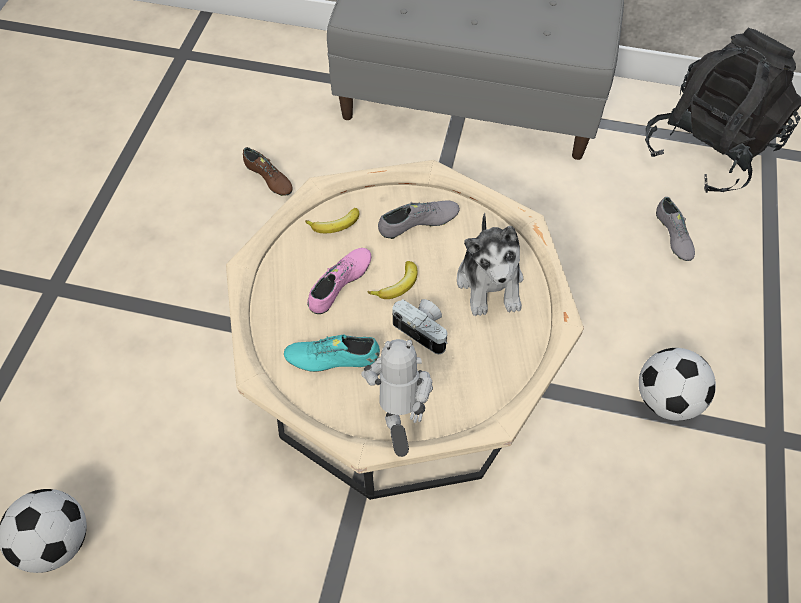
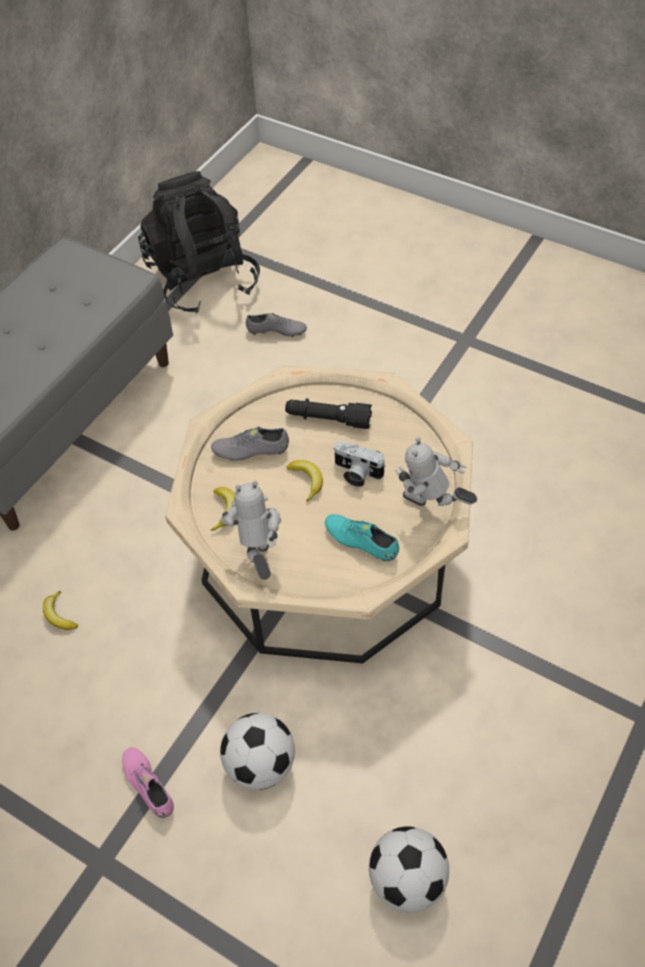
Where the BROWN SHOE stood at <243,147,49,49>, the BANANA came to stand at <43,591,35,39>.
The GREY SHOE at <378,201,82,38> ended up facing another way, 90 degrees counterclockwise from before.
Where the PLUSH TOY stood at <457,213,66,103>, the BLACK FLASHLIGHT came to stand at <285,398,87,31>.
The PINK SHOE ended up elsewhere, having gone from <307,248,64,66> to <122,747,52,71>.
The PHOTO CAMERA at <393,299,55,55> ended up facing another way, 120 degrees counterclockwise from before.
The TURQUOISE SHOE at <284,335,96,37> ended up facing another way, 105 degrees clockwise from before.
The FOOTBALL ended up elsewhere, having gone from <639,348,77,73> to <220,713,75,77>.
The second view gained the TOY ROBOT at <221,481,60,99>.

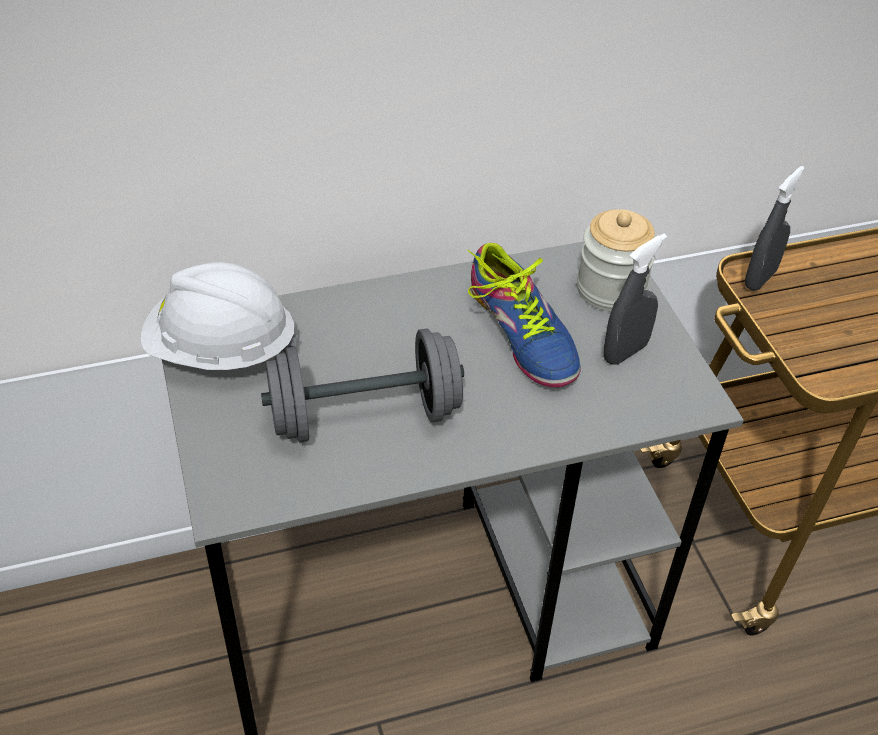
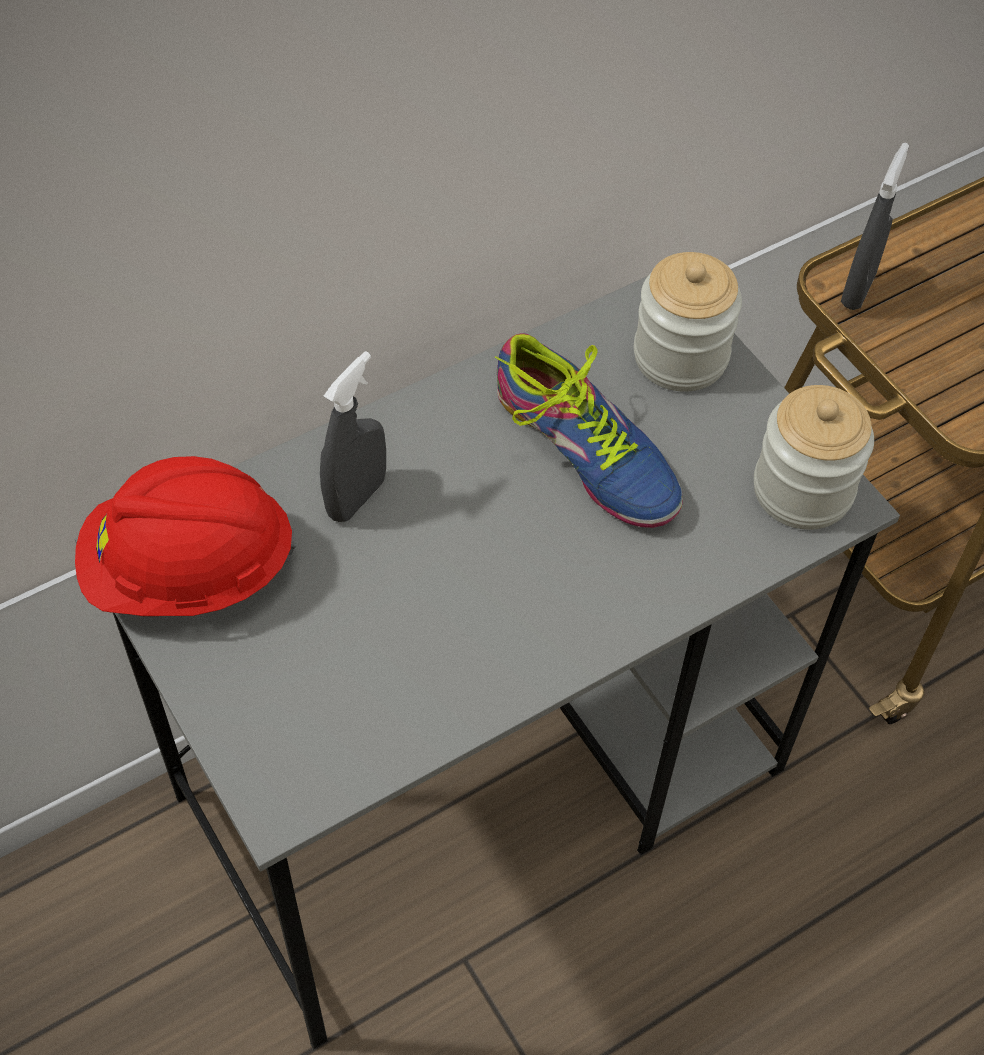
The GREY SPRAY BOTTLE ended up elsewhere, having gone from <604,234,63,131> to <320,351,66,171>.
What was the WHITE HARD HAT at <140,262,158,108> turned into the RED HARD HAT at <75,456,221,160>.
The second view lost the GREY DUMBBELL at <261,329,203,114>.
The second view gained the JAR at <754,385,120,145>.

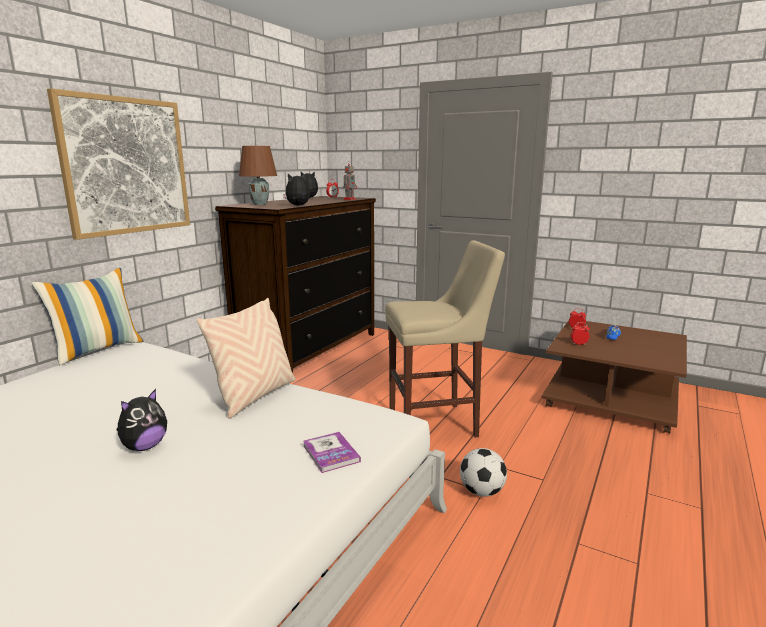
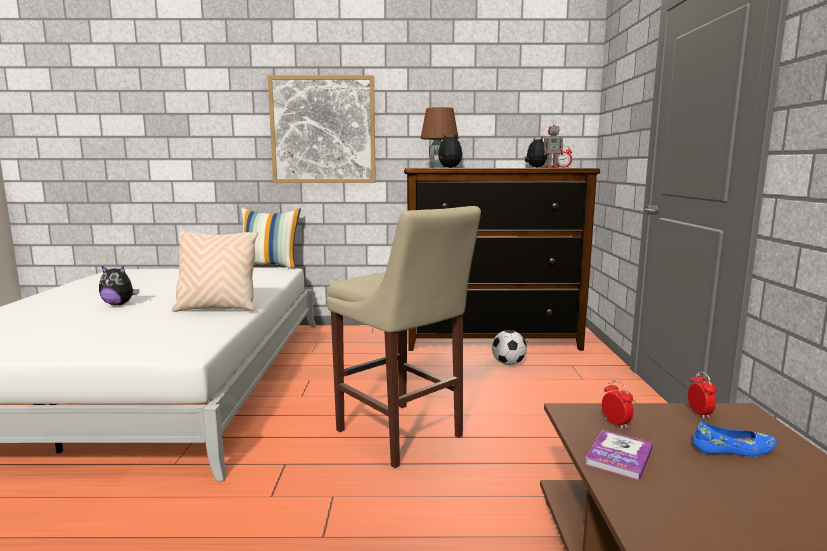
The BOOK ended up elsewhere, having gone from <303,432,58,41> to <585,430,68,51>.
The FOOTBALL ended up elsewhere, having gone from <460,448,47,49> to <492,330,35,35>.

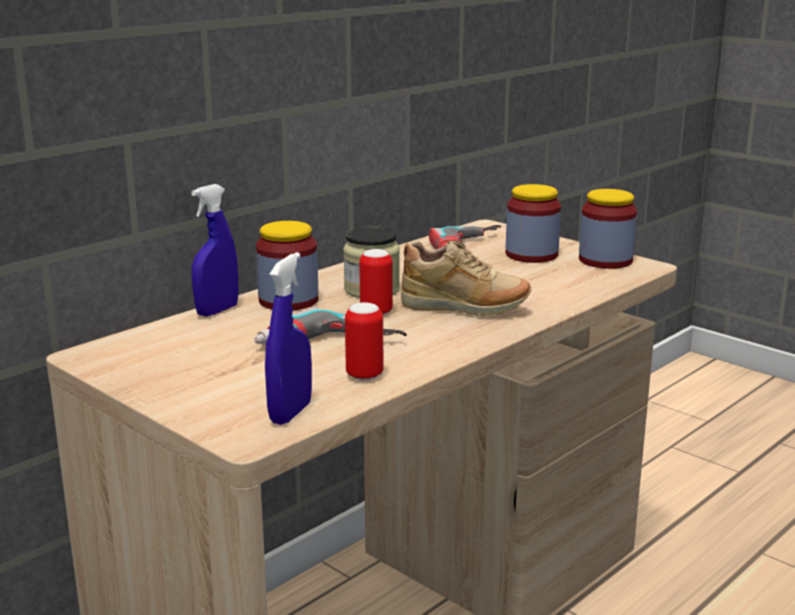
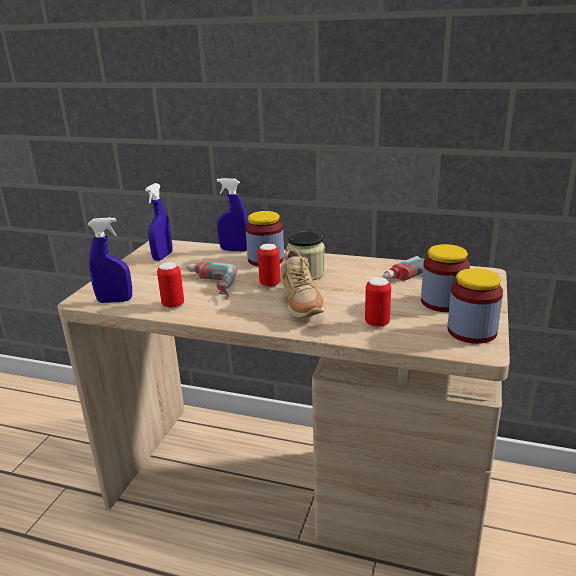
The second view gained the BLUE SPRAY BOTTLE at <145,183,27,78>.
The second view gained the CAN at <365,277,26,51>.

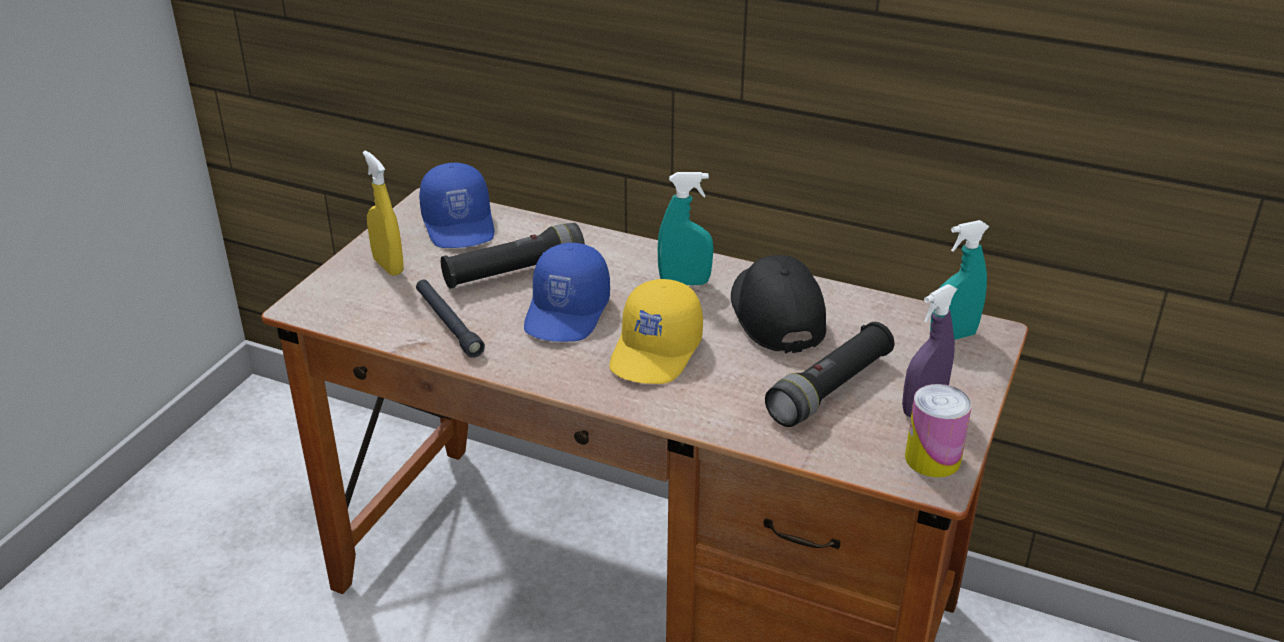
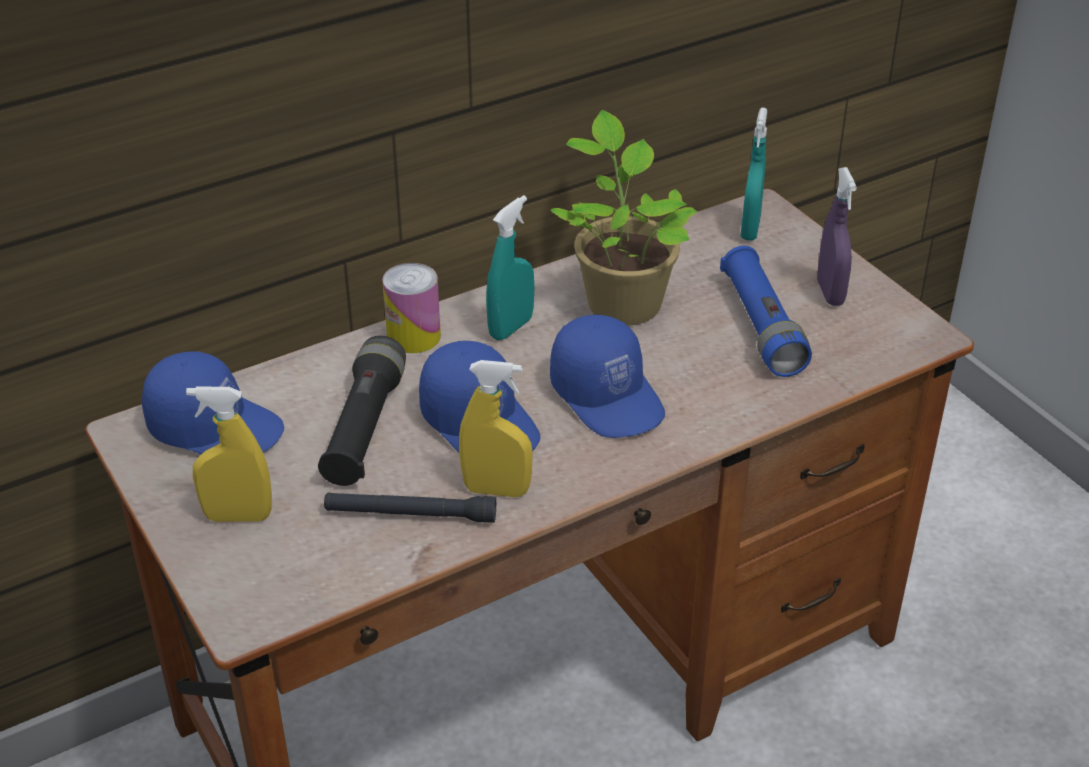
Where the BLACK CAP stood at <731,255,95,99>, the POTTED PLANT came to stand at <551,110,147,216>.
What was the YELLOW CAP at <609,279,94,105> turned into the BLUE CAP at <550,315,115,123>.
What was the BLACK FLASHLIGHT at <765,322,129,105> turned into the BLUE FLASHLIGHT at <720,246,92,131>.
The CAN ended up elsewhere, having gone from <905,384,67,94> to <382,263,59,90>.
The second view gained the YELLOW SPRAY BOTTLE at <459,360,74,137>.

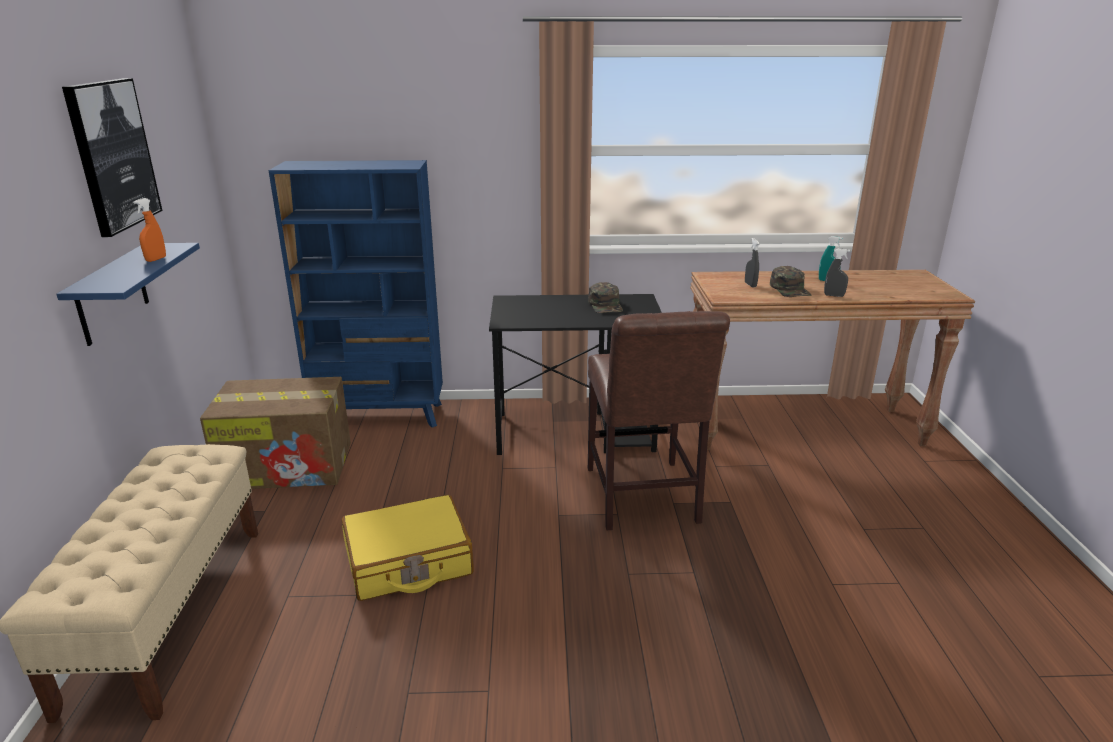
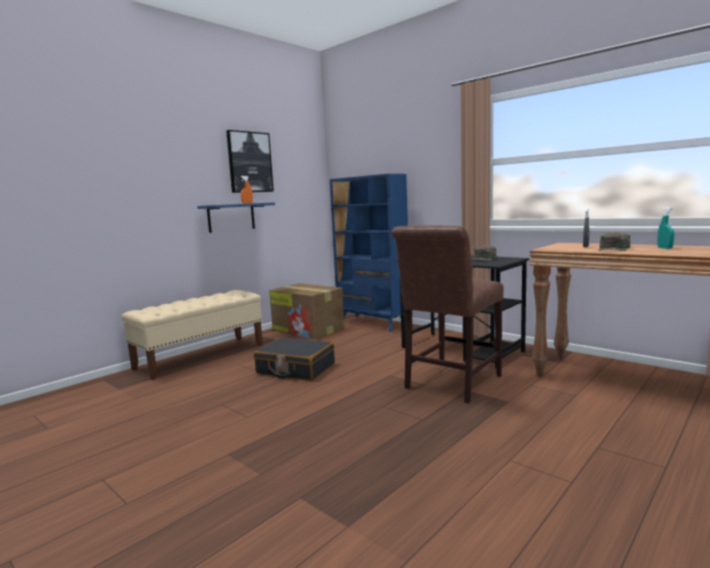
The second view lost the GREY SPRAY BOTTLE at <824,249,26,48>.
What was the YELLOW SUITCASE at <342,495,132,106> turned into the BLACK SUITCASE at <254,337,81,44>.

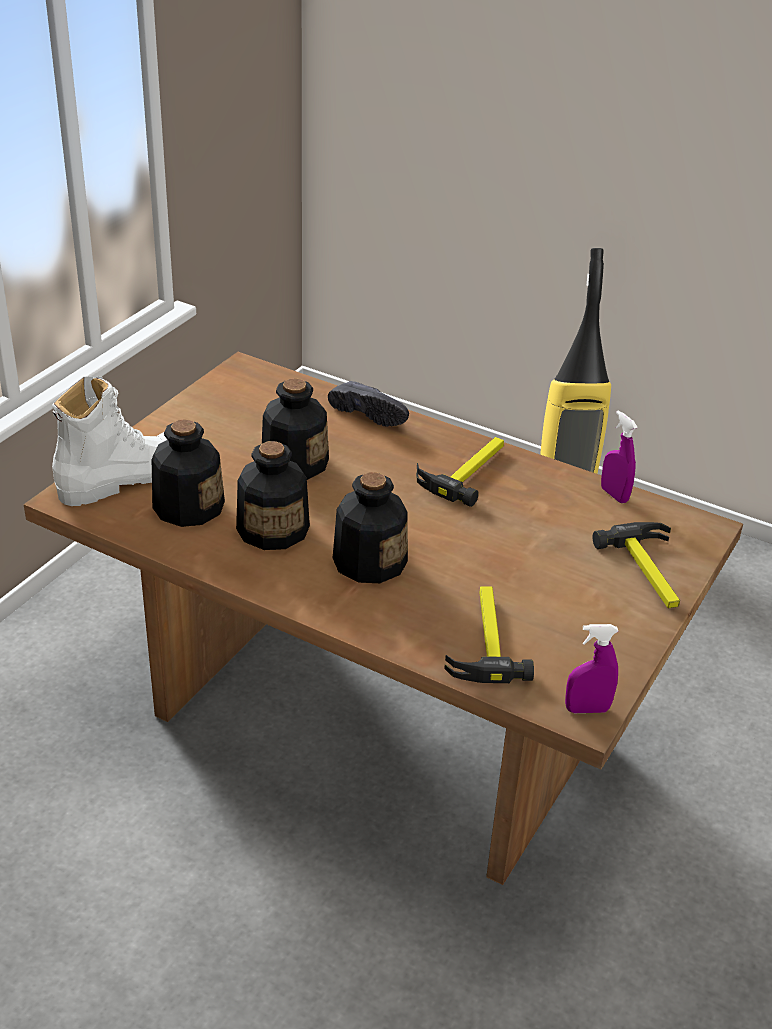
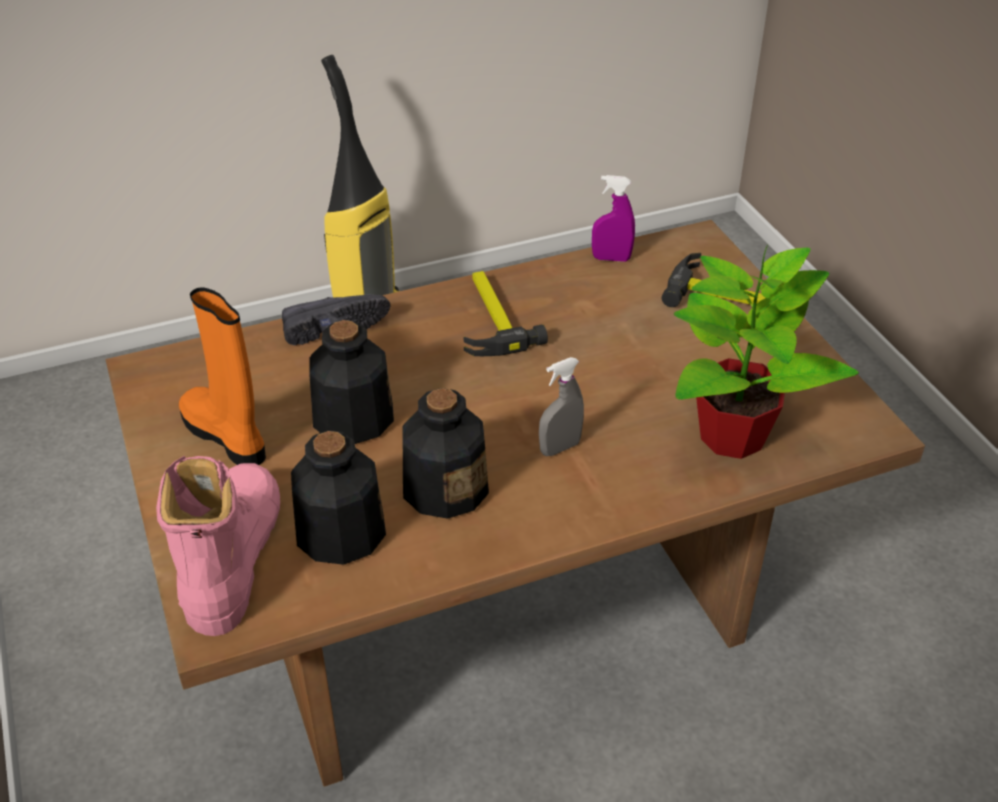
What was the WHITE BOOT at <52,376,115,130> turned into the PINK BOOT at <156,456,124,180>.
Where the BOTTLE stood at <333,472,75,111>, the GREY SPRAY BOTTLE came to stand at <539,357,45,99>.
Where the HAMMER stood at <444,586,90,97>, the POTTED PLANT came to stand at <674,245,185,214>.
The second view lost the PURPLE SPRAY BOTTLE at <565,624,53,89>.
The second view gained the ORANGE BOOT at <179,287,87,178>.

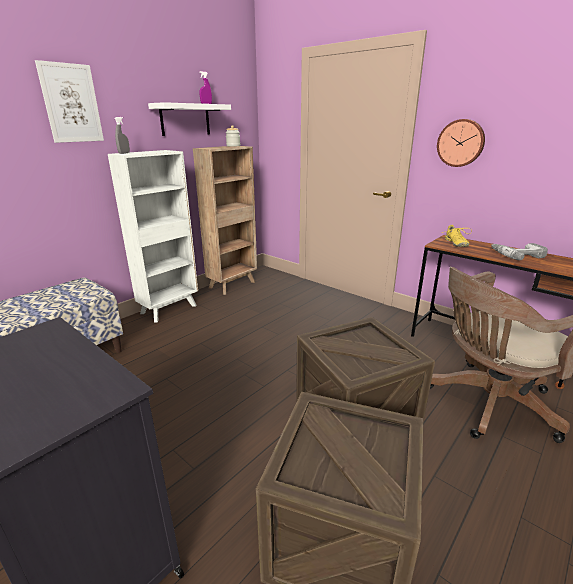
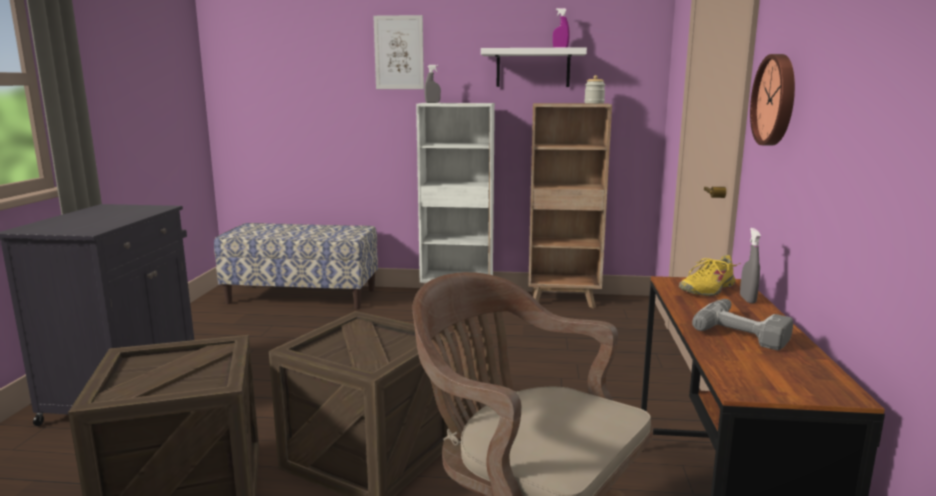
The second view gained the GREY SPRAY BOTTLE at <740,228,21,75>.

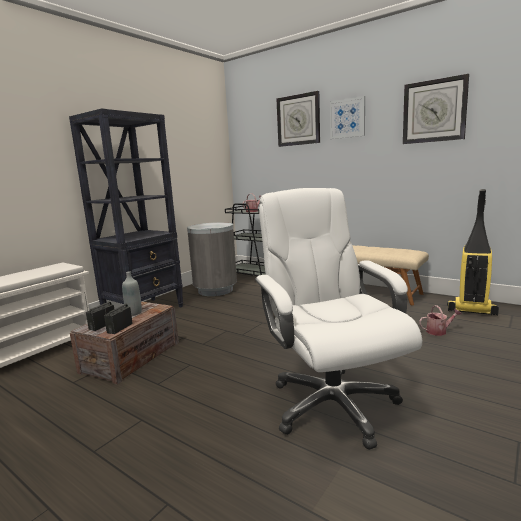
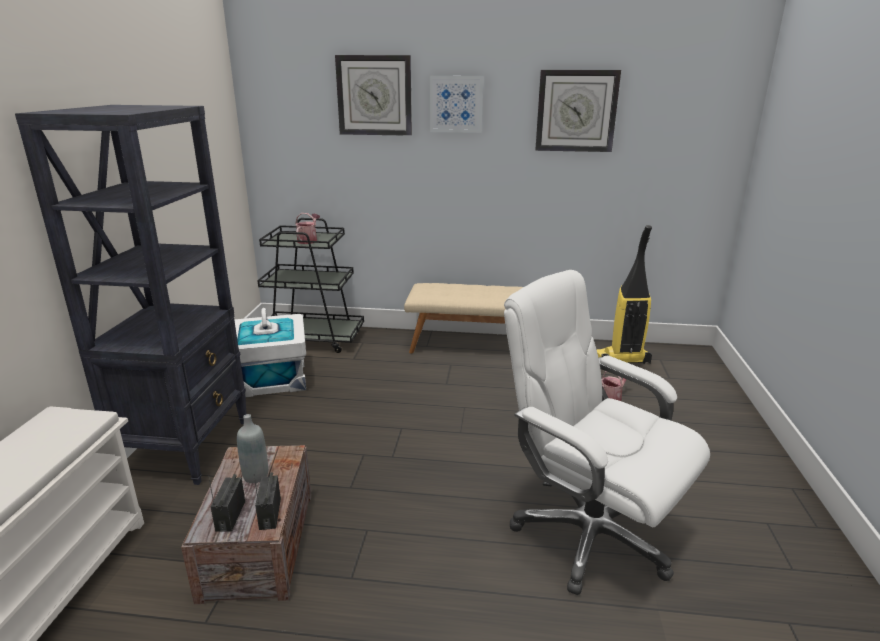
Where the GREY TRASH CAN stood at <187,222,50,74>, the WHITE STORAGE BOX came to stand at <234,308,72,89>.

